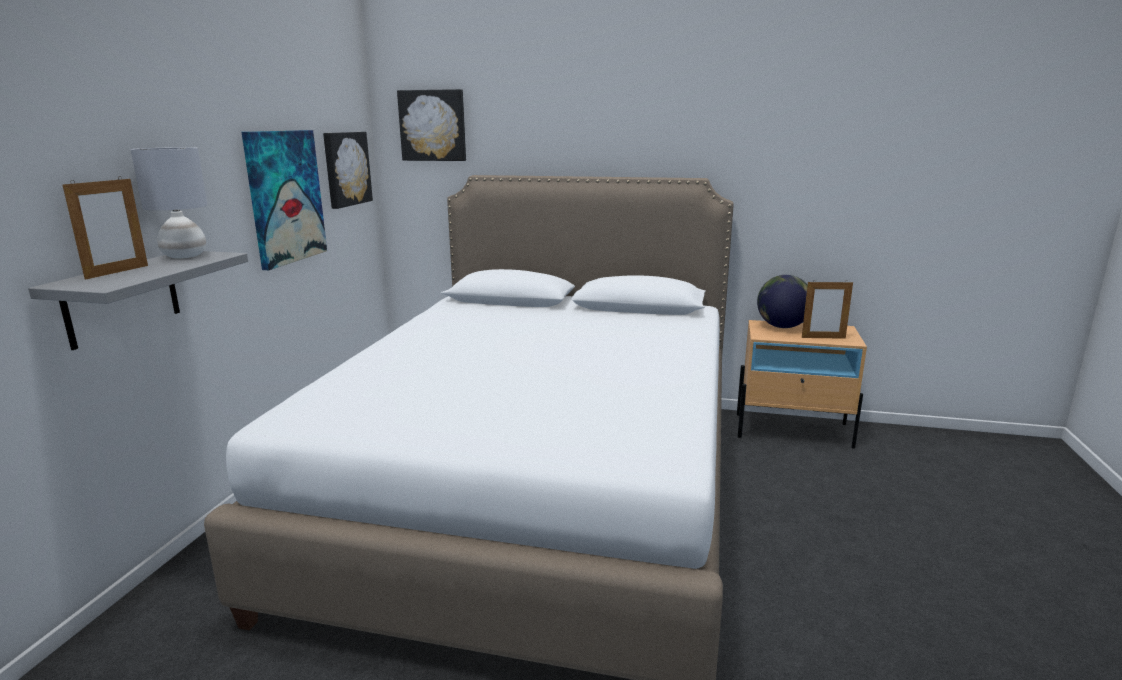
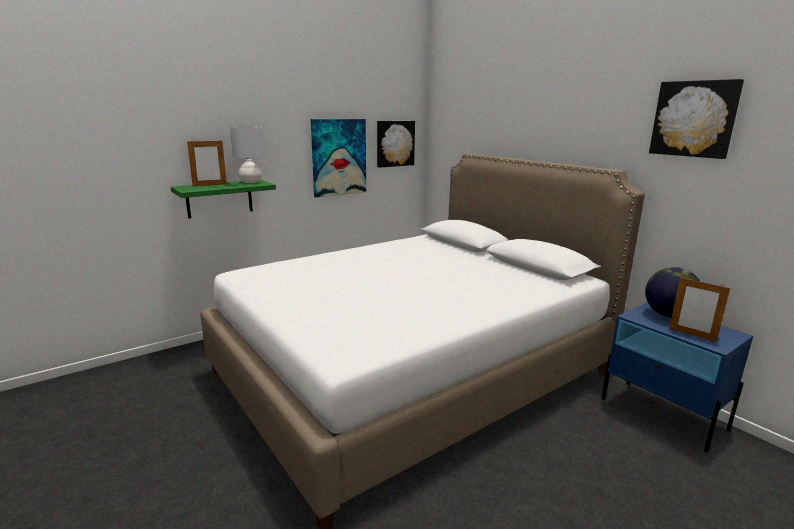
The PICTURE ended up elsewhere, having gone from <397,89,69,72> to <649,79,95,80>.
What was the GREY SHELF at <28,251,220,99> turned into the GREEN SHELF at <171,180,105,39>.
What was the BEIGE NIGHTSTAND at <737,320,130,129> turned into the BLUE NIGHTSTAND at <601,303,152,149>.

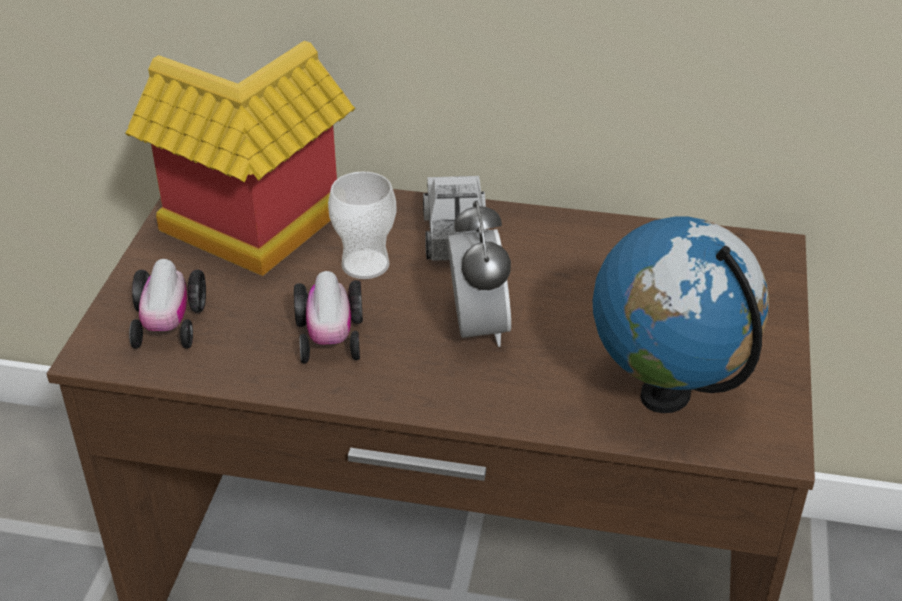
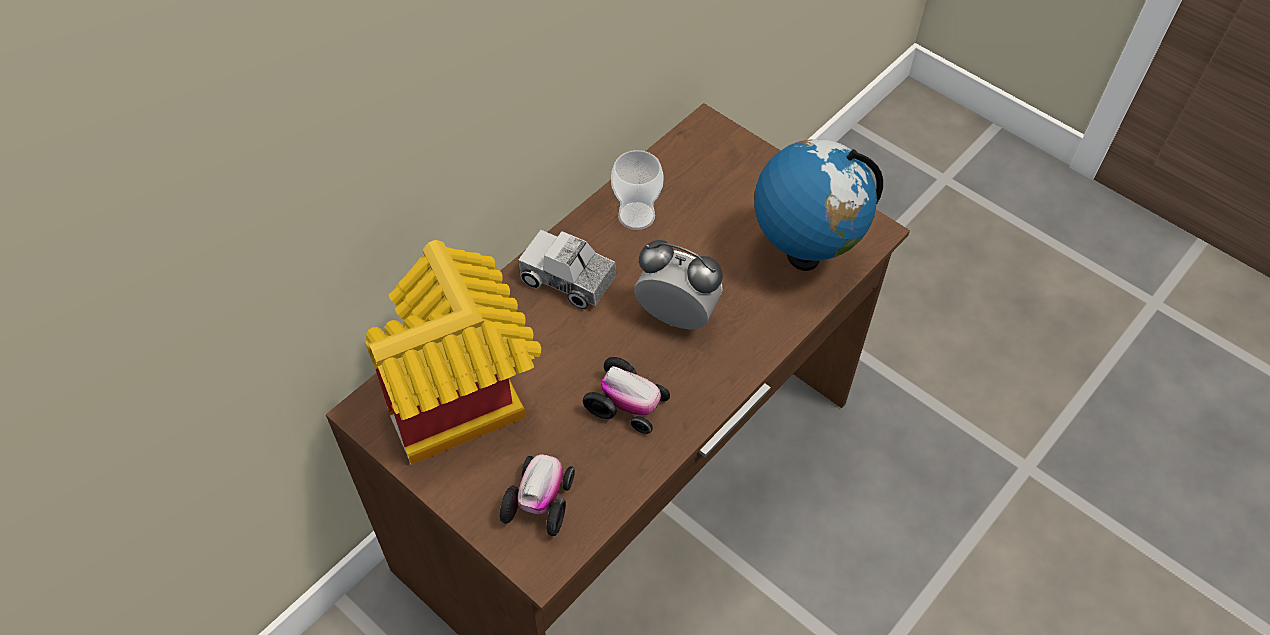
The CUP ended up elsewhere, having gone from <328,171,68,108> to <611,150,53,80>.
The TOY CAR at <129,259,77,90> ended up facing another way, 105 degrees counterclockwise from before.

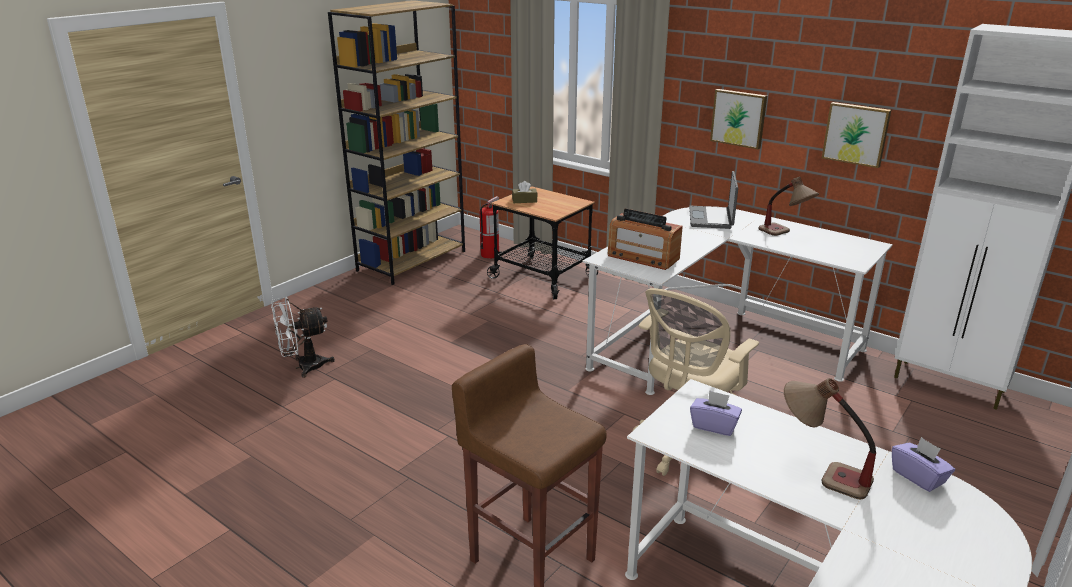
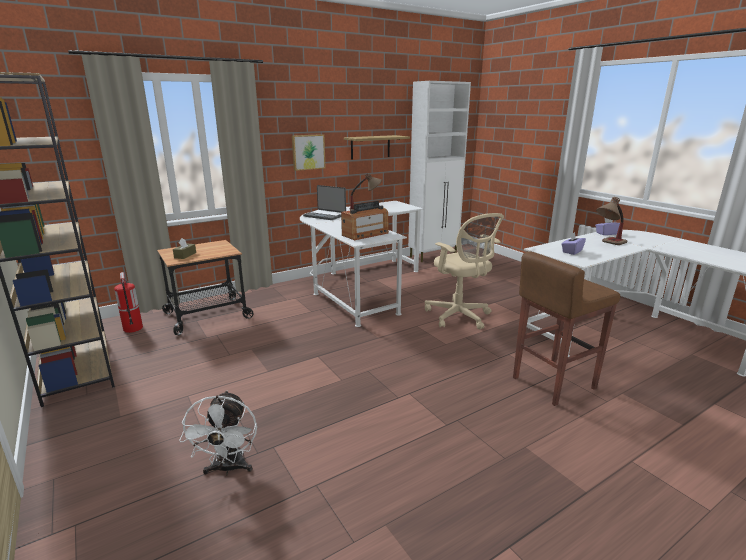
Where the PICTURE hung at <822,102,69,66>, the SHELF came to hang at <344,135,66,25>.

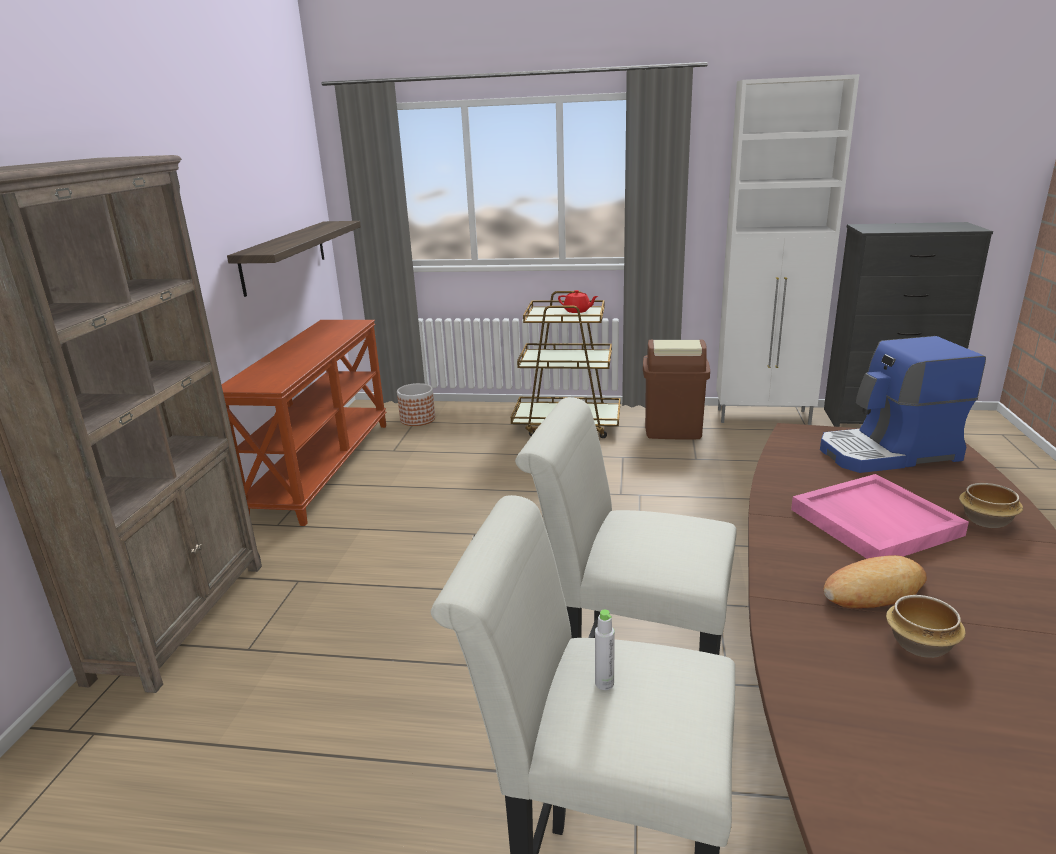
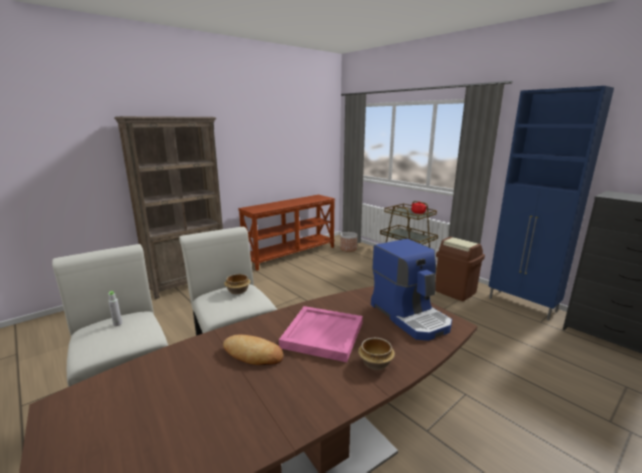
What was the WHITE CABINET at <716,74,144,351> turned into the BLUE CABINET at <488,86,126,234>.
The second view lost the SHELF at <227,221,134,76>.
The COFFEE MACHINE at <820,336,166,137> ended up facing another way, 150 degrees counterclockwise from before.
The BOWL ended up elsewhere, having gone from <886,595,80,63> to <224,274,27,20>.

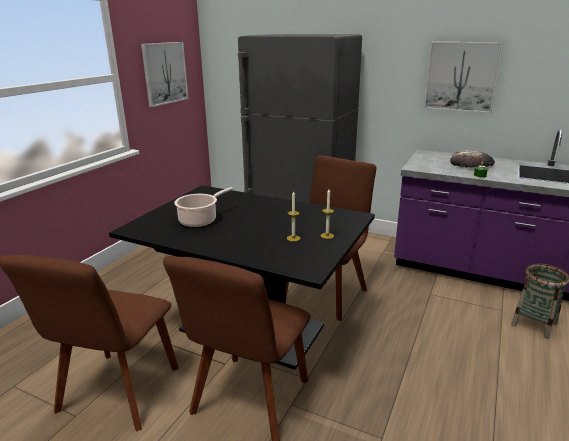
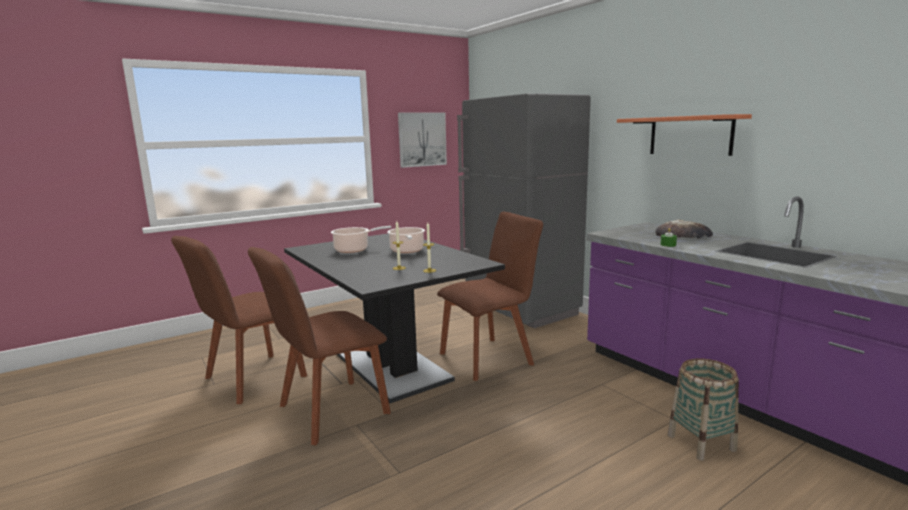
Where the PICTURE hung at <423,42,81,71>, the SHELF came to hang at <617,114,135,42>.
The second view gained the COOKING POT at <387,227,38,26>.

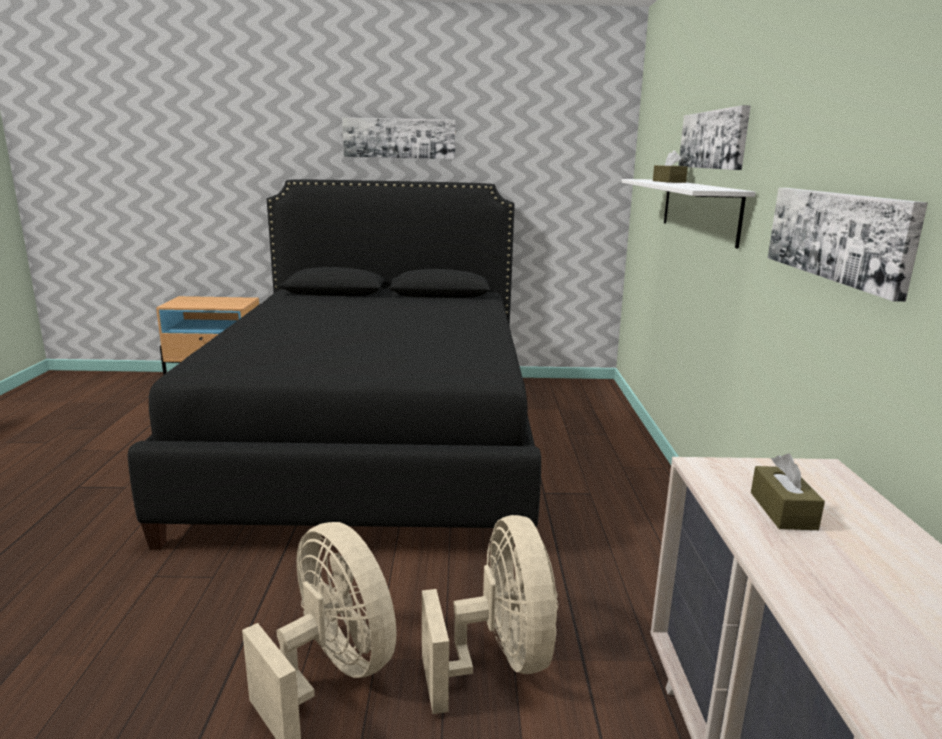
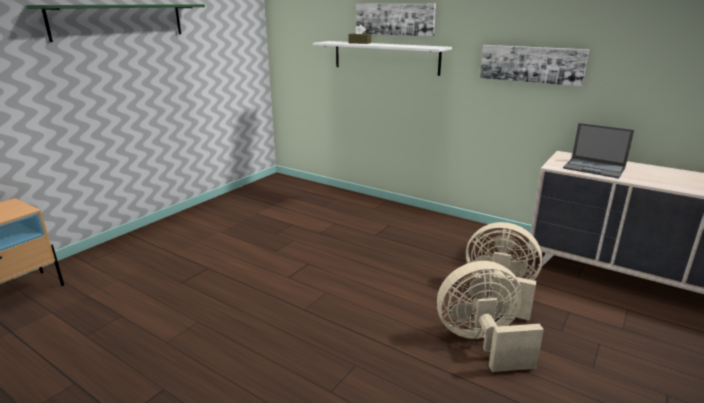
Where the PICTURE hung at <342,117,113,42>, the GREEN SHELF came to hang at <26,4,179,38>.
The second view lost the BLACK BED at <128,180,413,370>.
Where the BROWN TISSUE BOX stood at <751,453,74,77>, the LAPTOP came to stand at <563,123,71,55>.

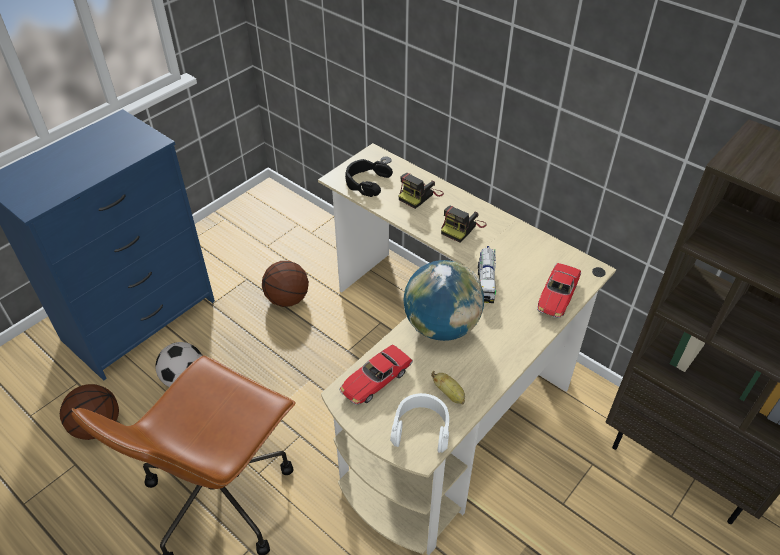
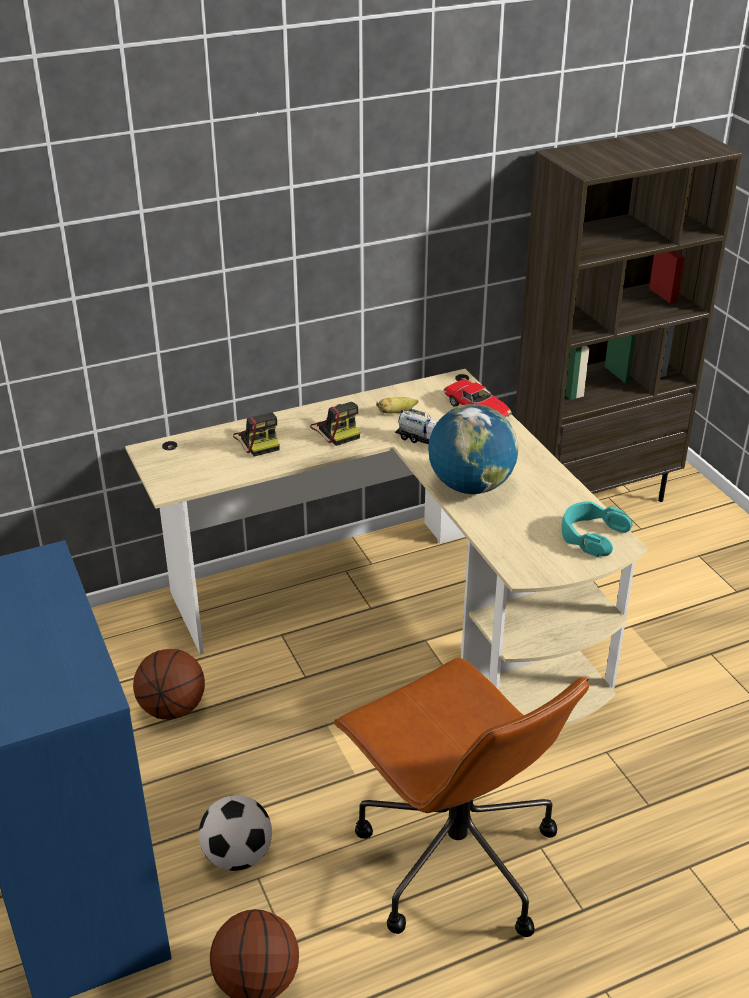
The second view lost the BLACK HEADPHONES at <345,159,48,38>.
The second view lost the TOY CAR at <339,344,74,61>.
The BANANA ended up elsewhere, having gone from <431,371,34,33> to <376,397,42,17>.
What was the WHITE HEADPHONES at <390,393,59,60> turned into the TURQUOISE HEADPHONES at <562,501,70,56>.

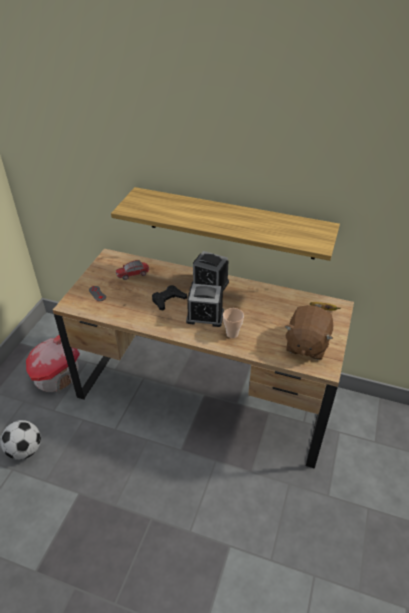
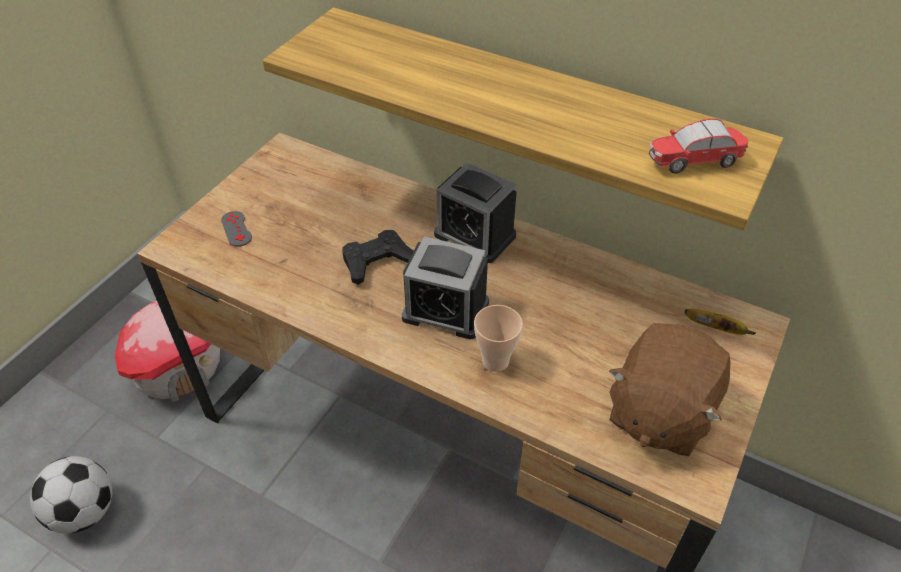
The TOY CAR ended up elsewhere, having gone from <116,260,33,20> to <649,119,99,54>.

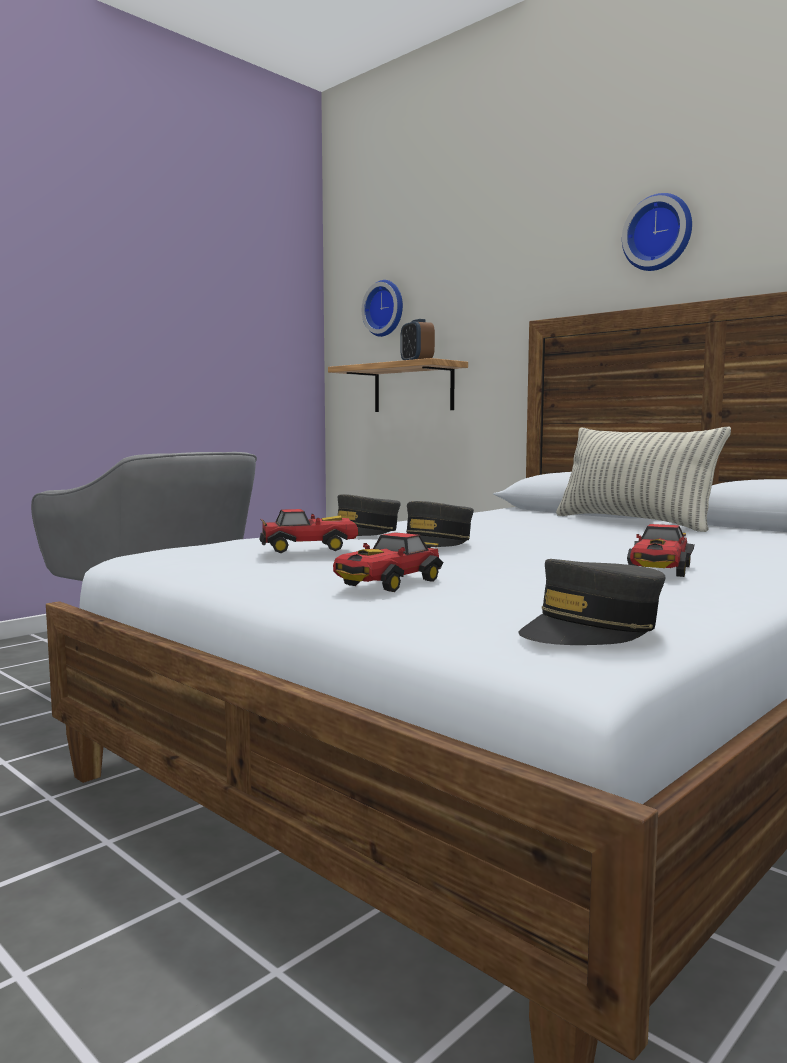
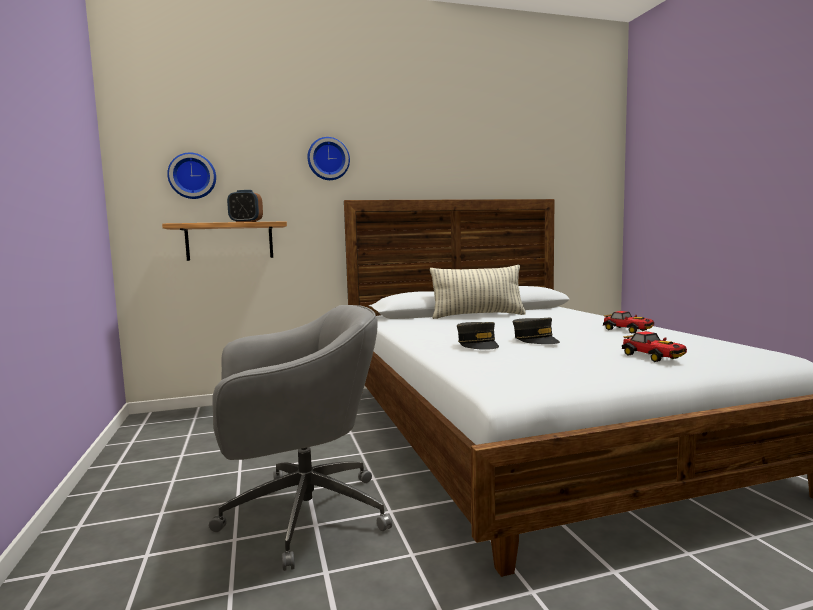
The WALL CLOCK ended up elsewhere, having gone from <622,193,70,78> to <307,137,43,43>.
The second view lost the TOY CAR at <260,509,100,44>.
The second view lost the GREY CAP at <518,559,147,86>.

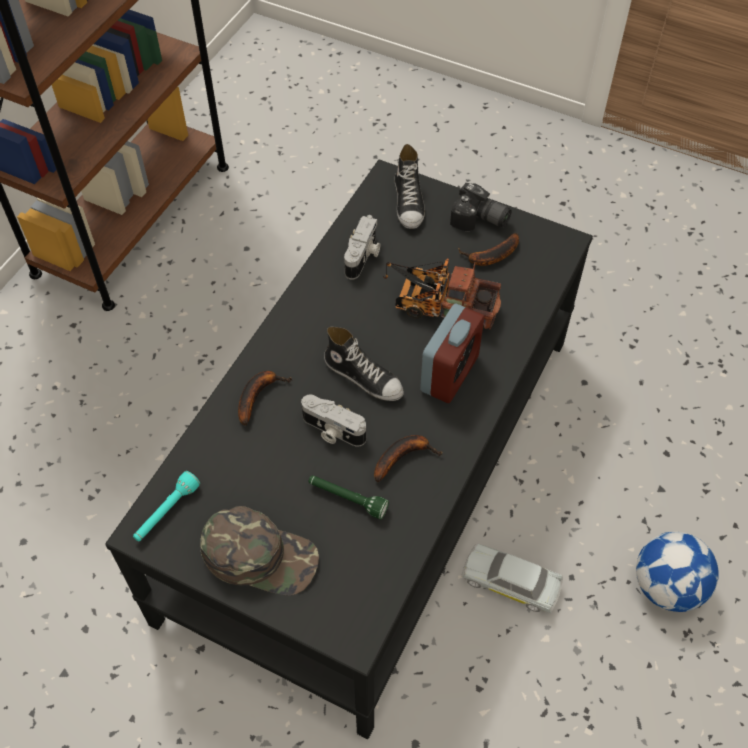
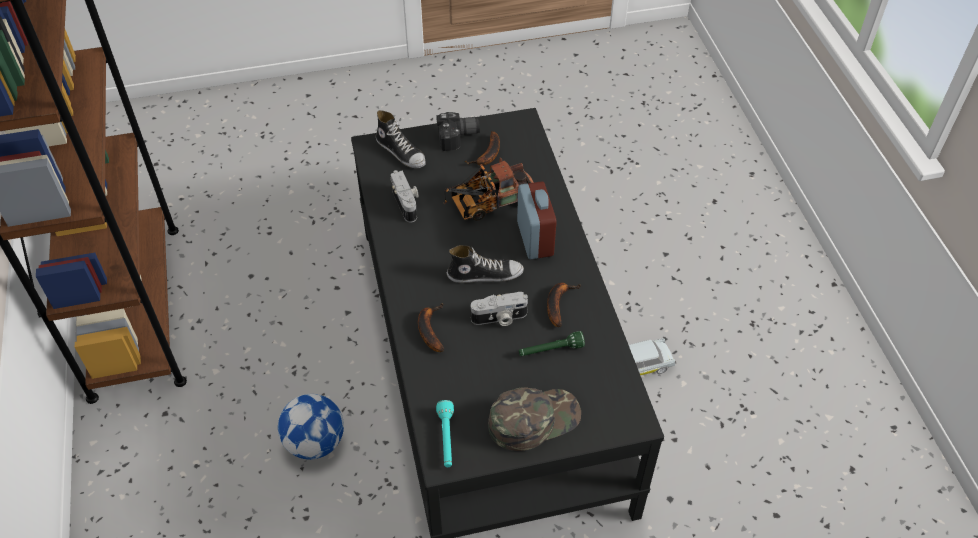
The FOOTBALL ended up elsewhere, having gone from <636,531,83,81> to <278,394,66,66>.

